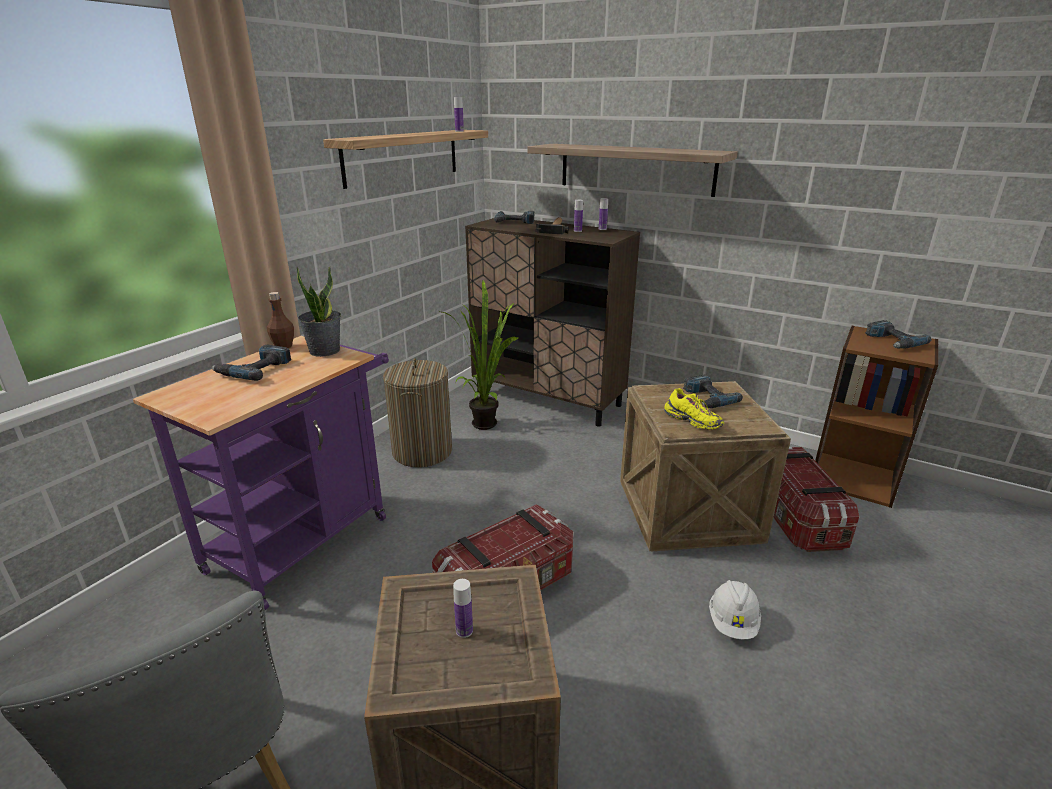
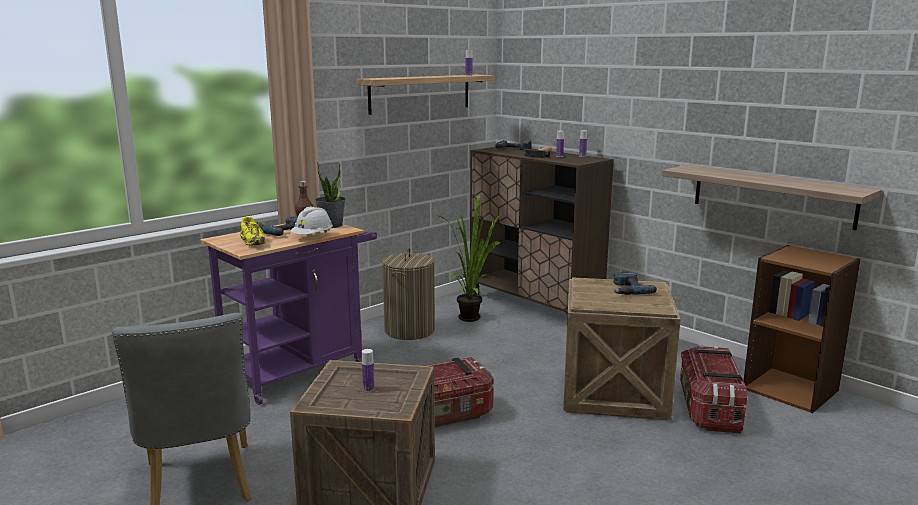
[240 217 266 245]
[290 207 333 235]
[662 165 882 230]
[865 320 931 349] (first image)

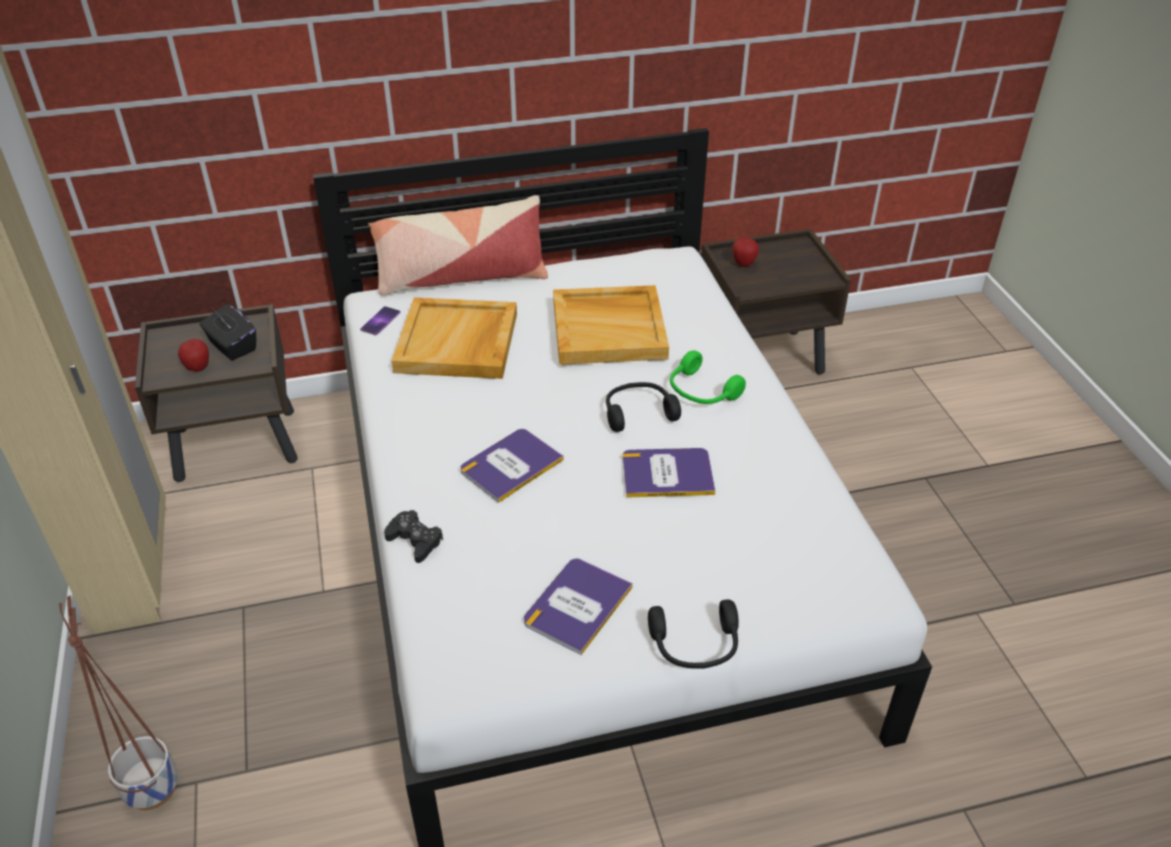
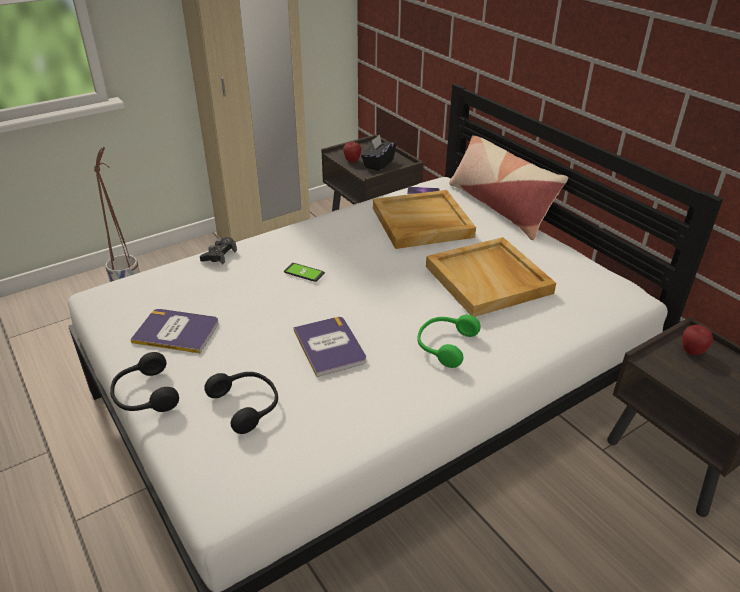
[204 372 278 434]
[284 263 325 282]

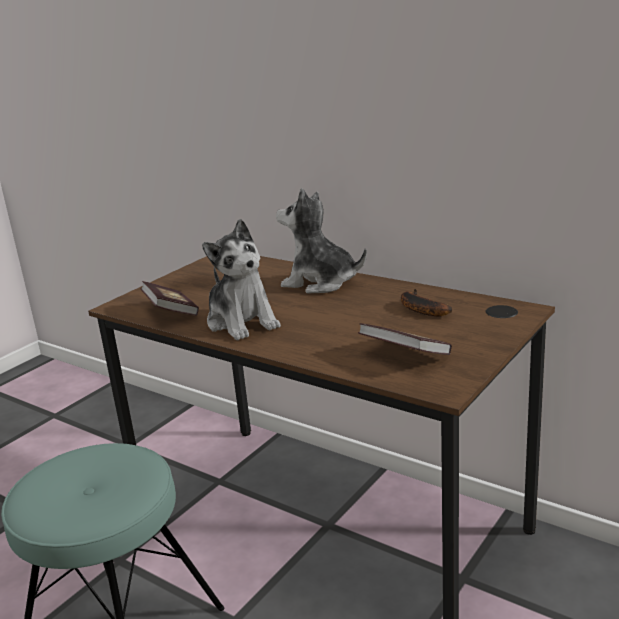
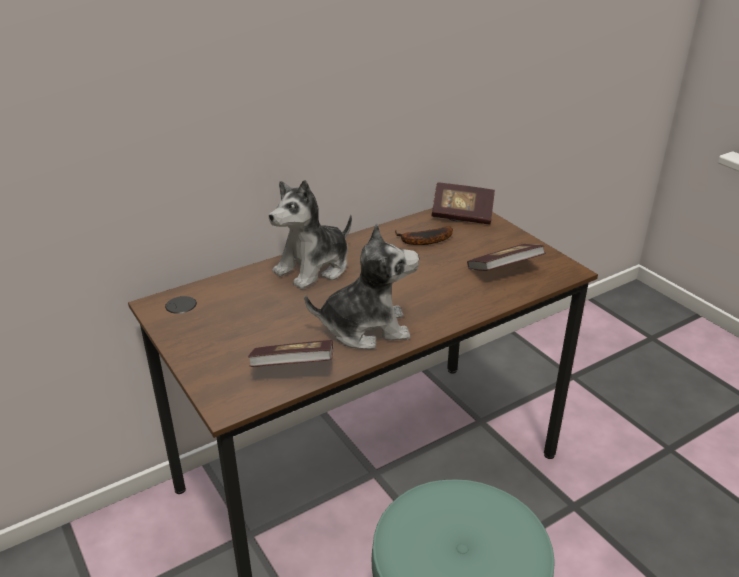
[432 182 495 224]

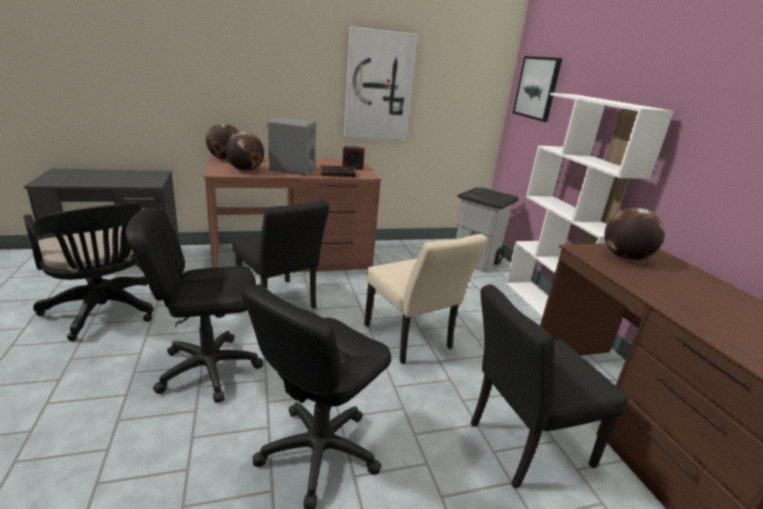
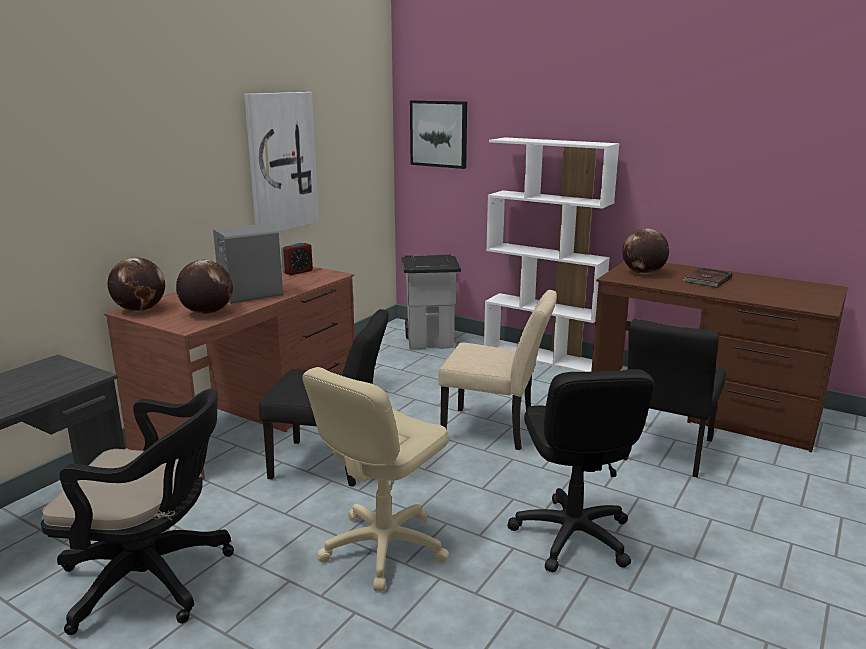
[302 367 449 591]
[683 268 733 288]

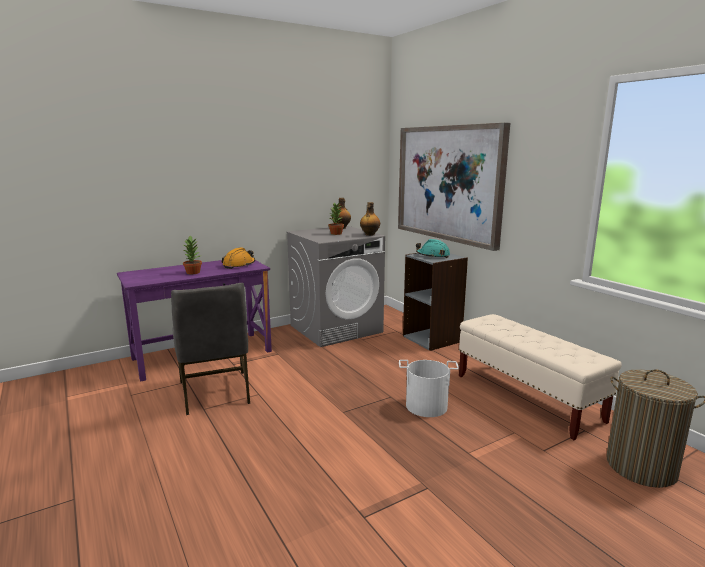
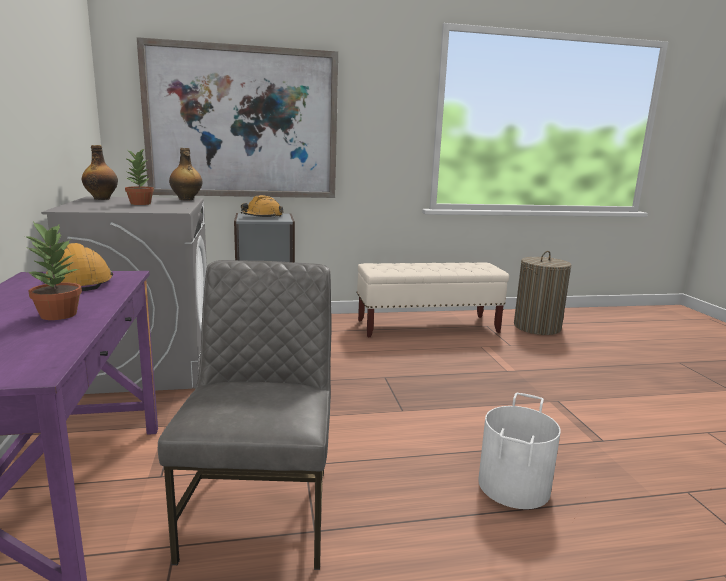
[158 260 331 570]
[241 195 284 218]
[478 393 561 509]

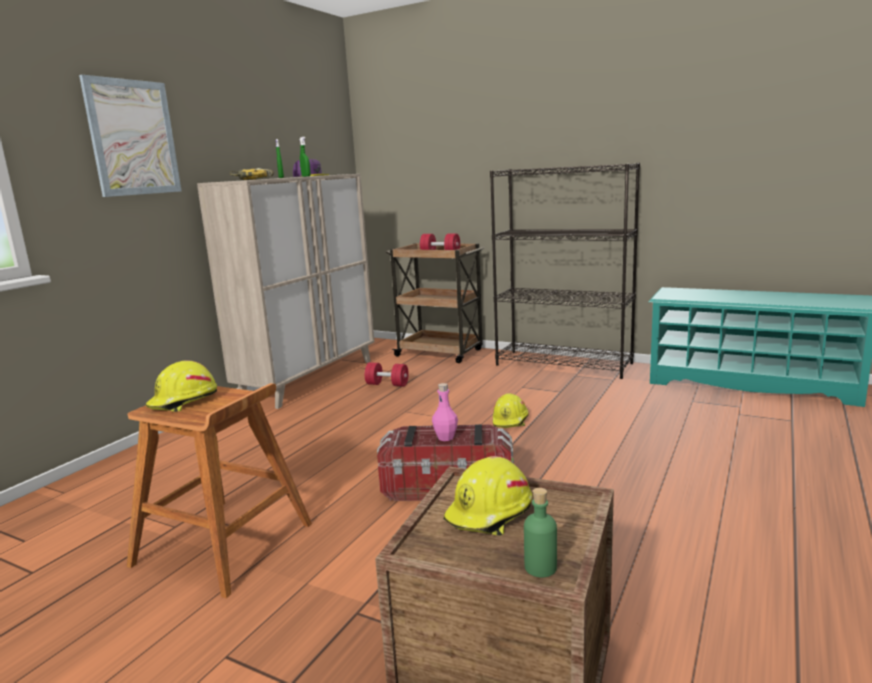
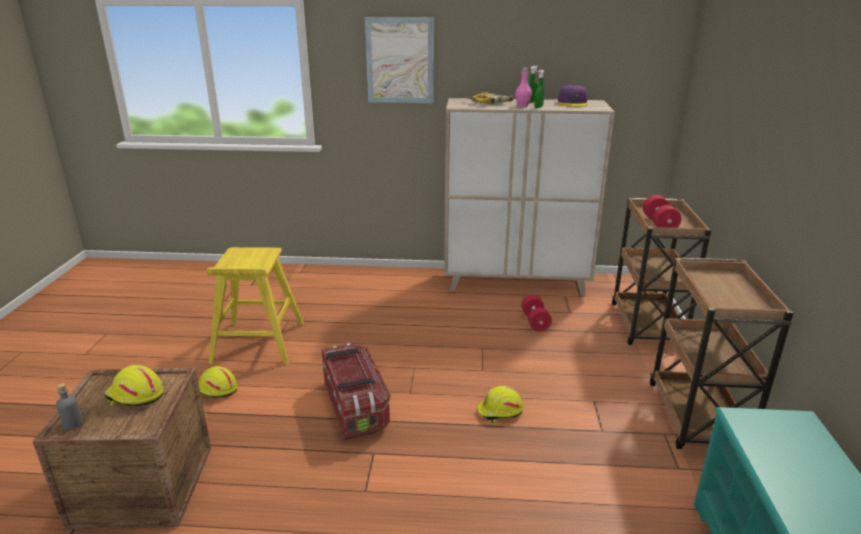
[56 383 83 430]
[198 366 237 398]
[206 247 304 365]
[515 67 532 107]
[650 258 793 449]

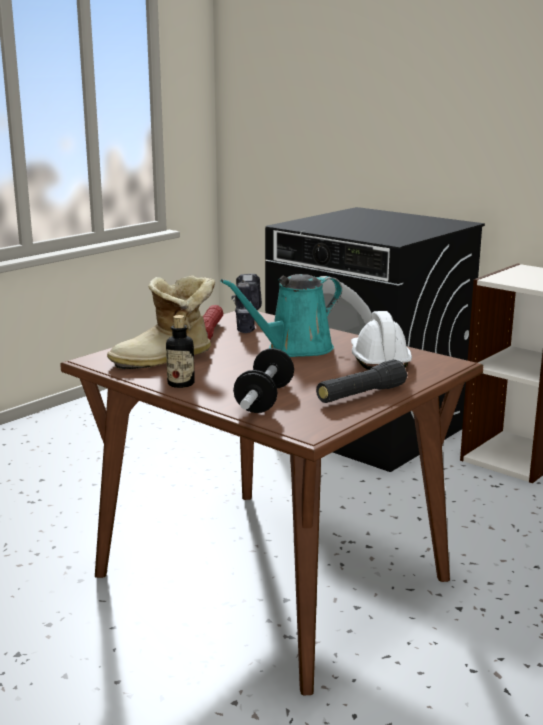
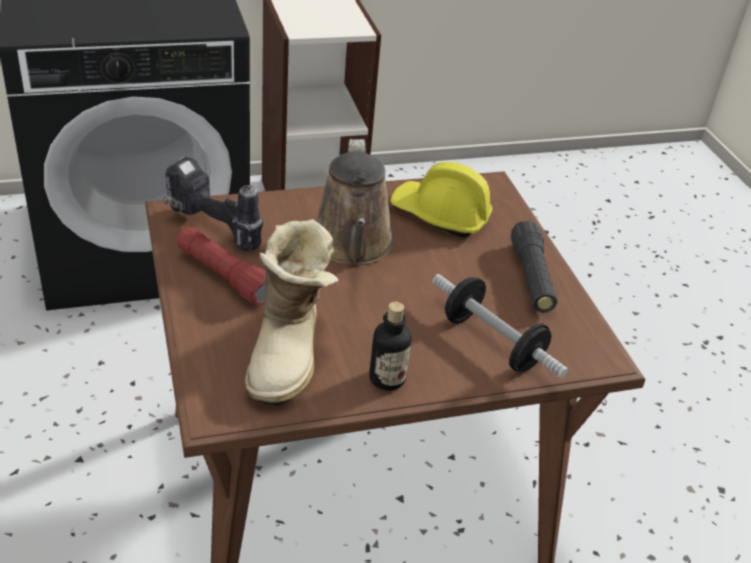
[316 139 394 265]
[390 162 493 238]

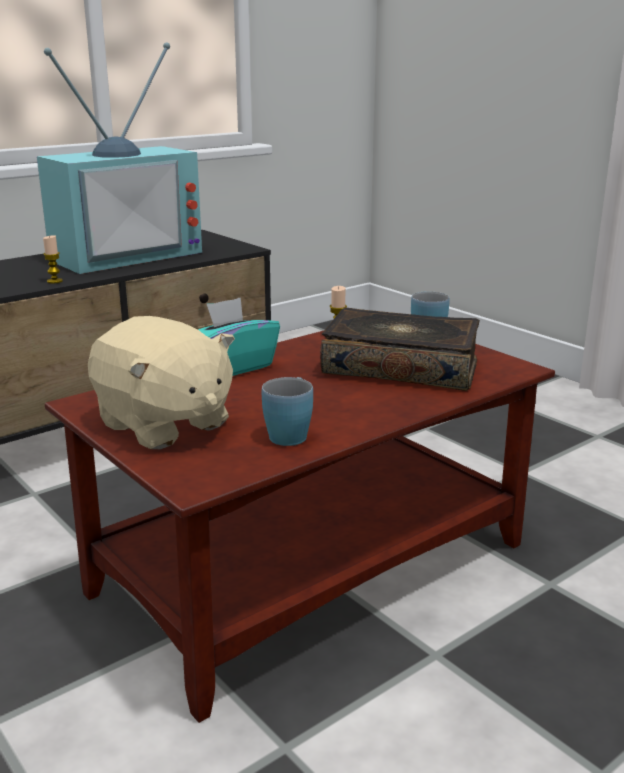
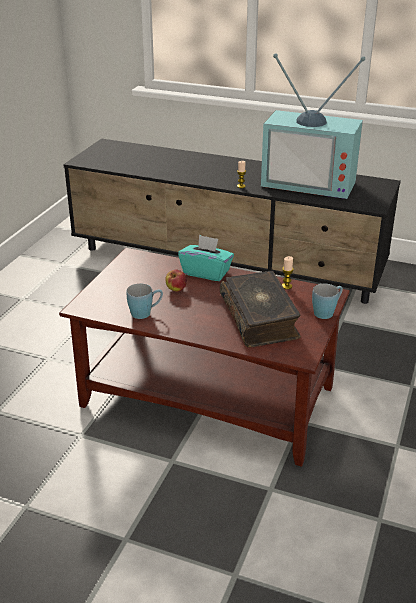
[165 270 187 292]
[88 316 235 449] (first image)

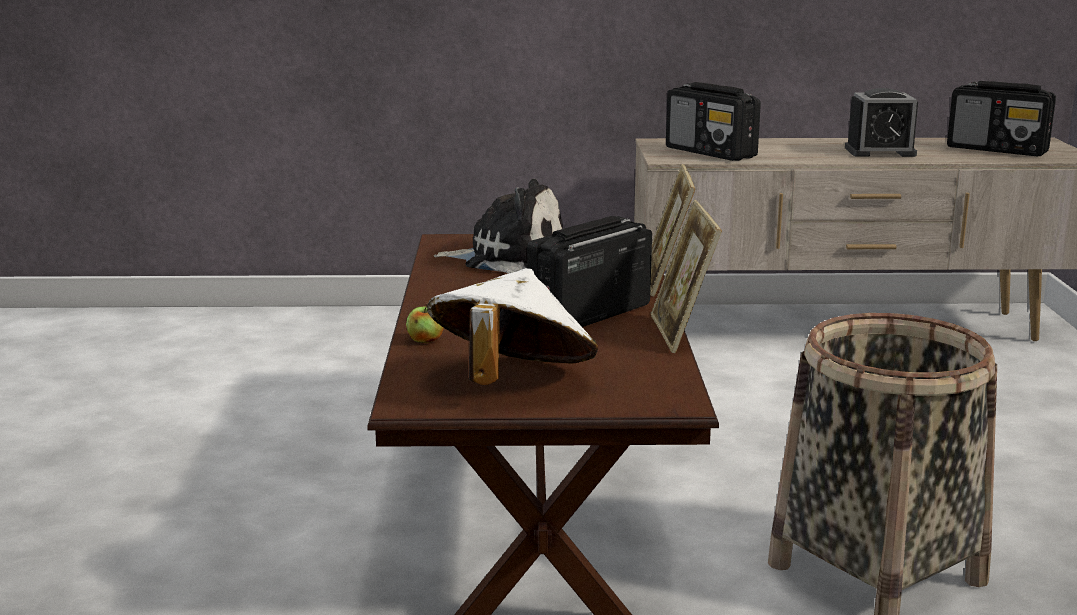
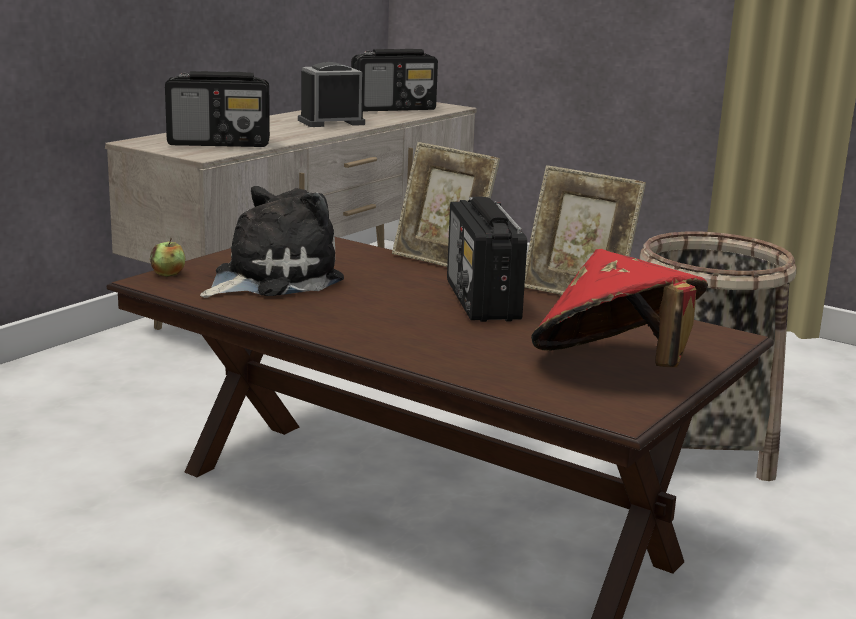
[150 238 185 277]
[298 62 365 127]
[531 249 708 367]

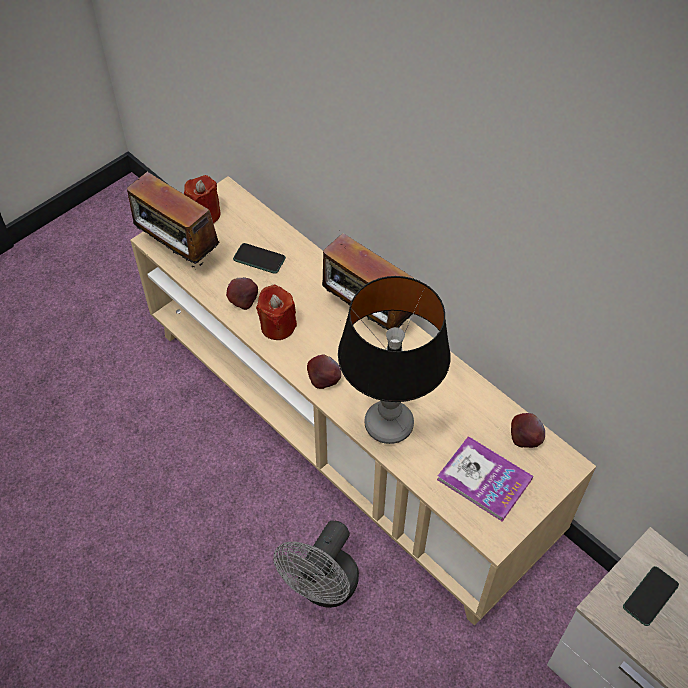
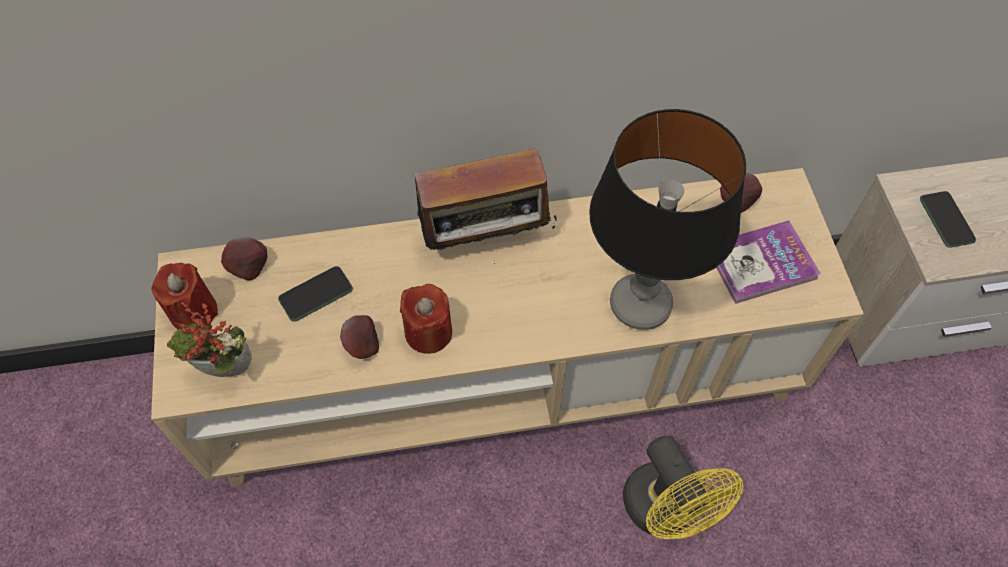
[167 302 252 377]
[221 237 268 280]
[623 435 743 539]

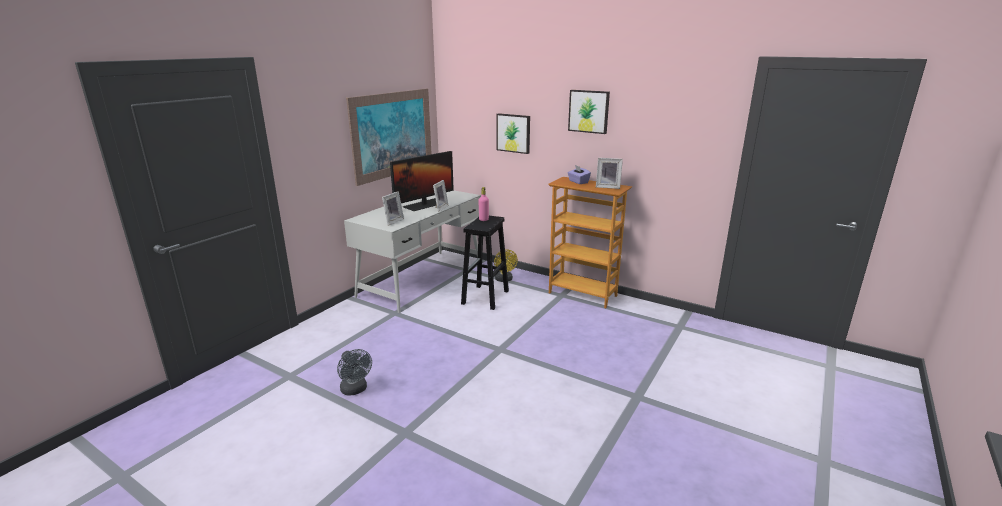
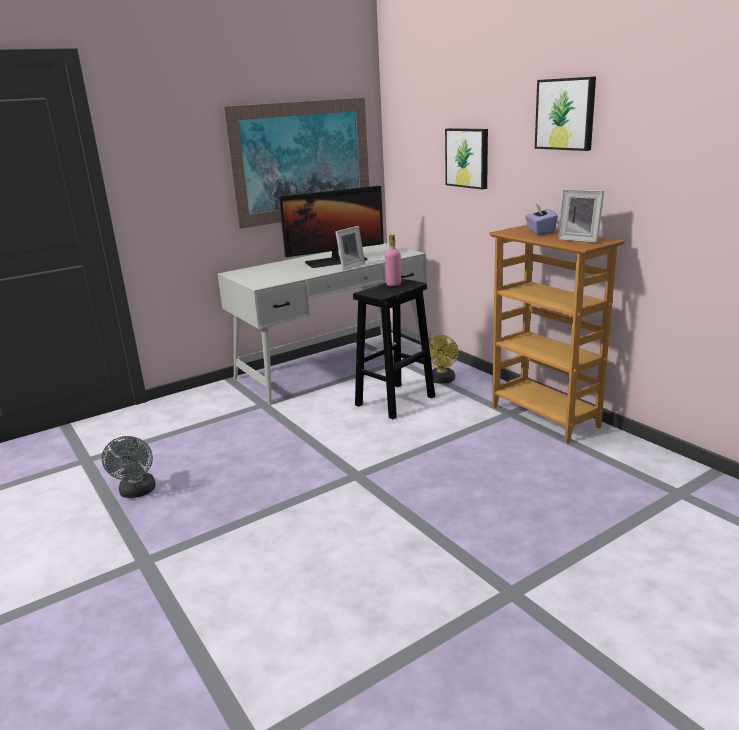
[382 191 404 226] (first image)

